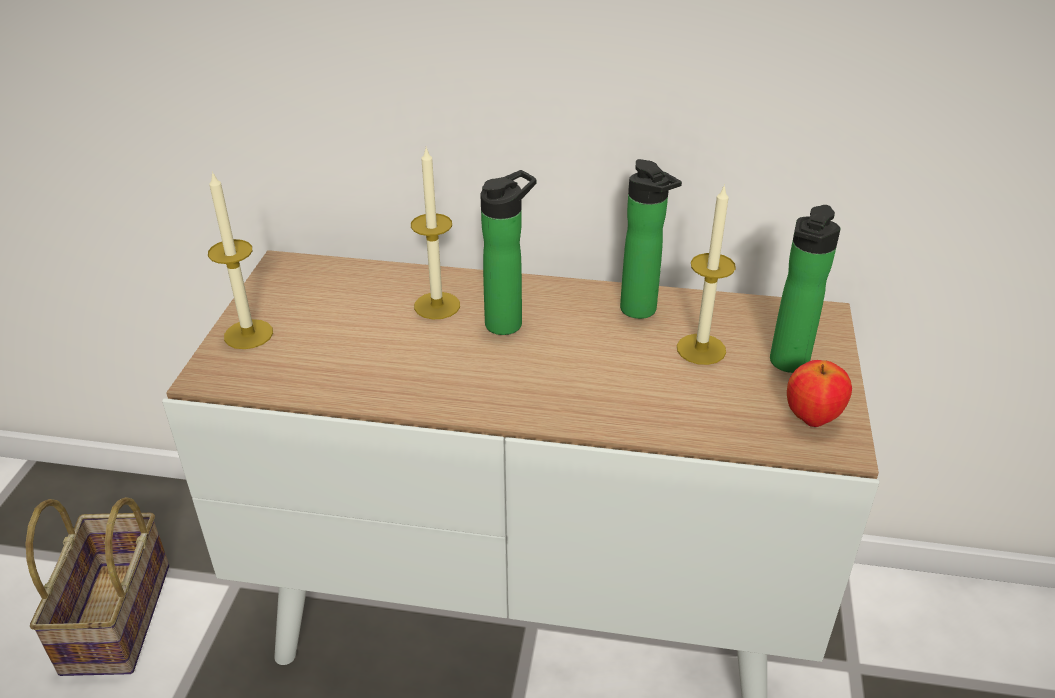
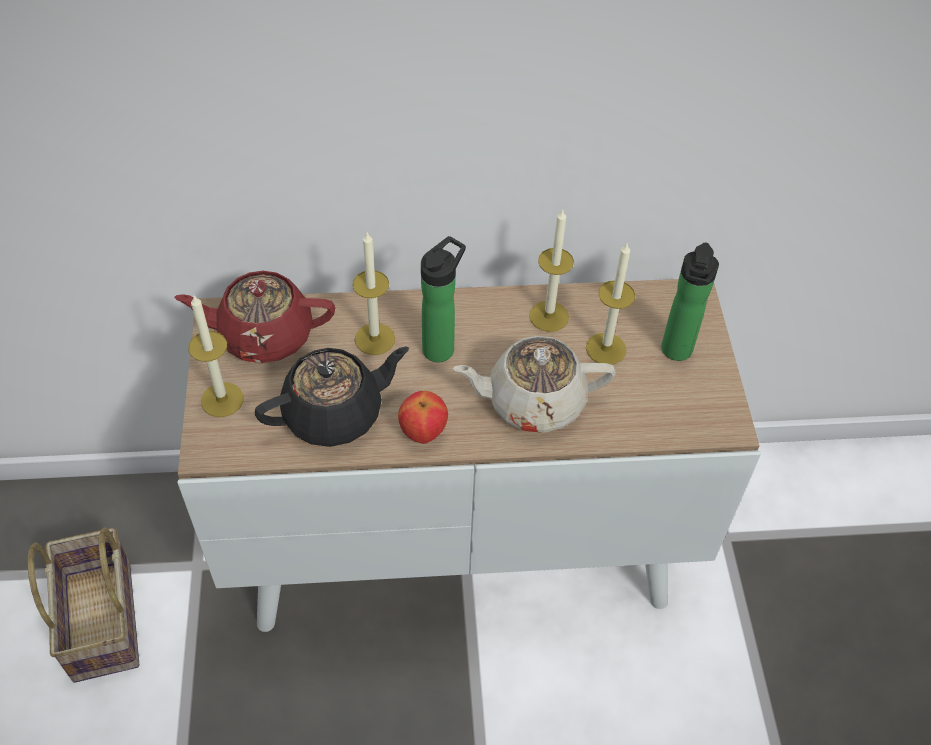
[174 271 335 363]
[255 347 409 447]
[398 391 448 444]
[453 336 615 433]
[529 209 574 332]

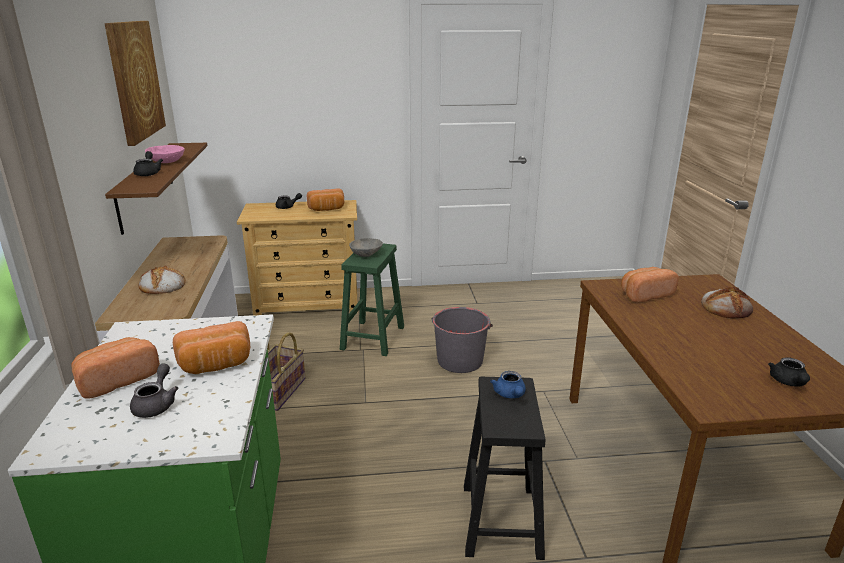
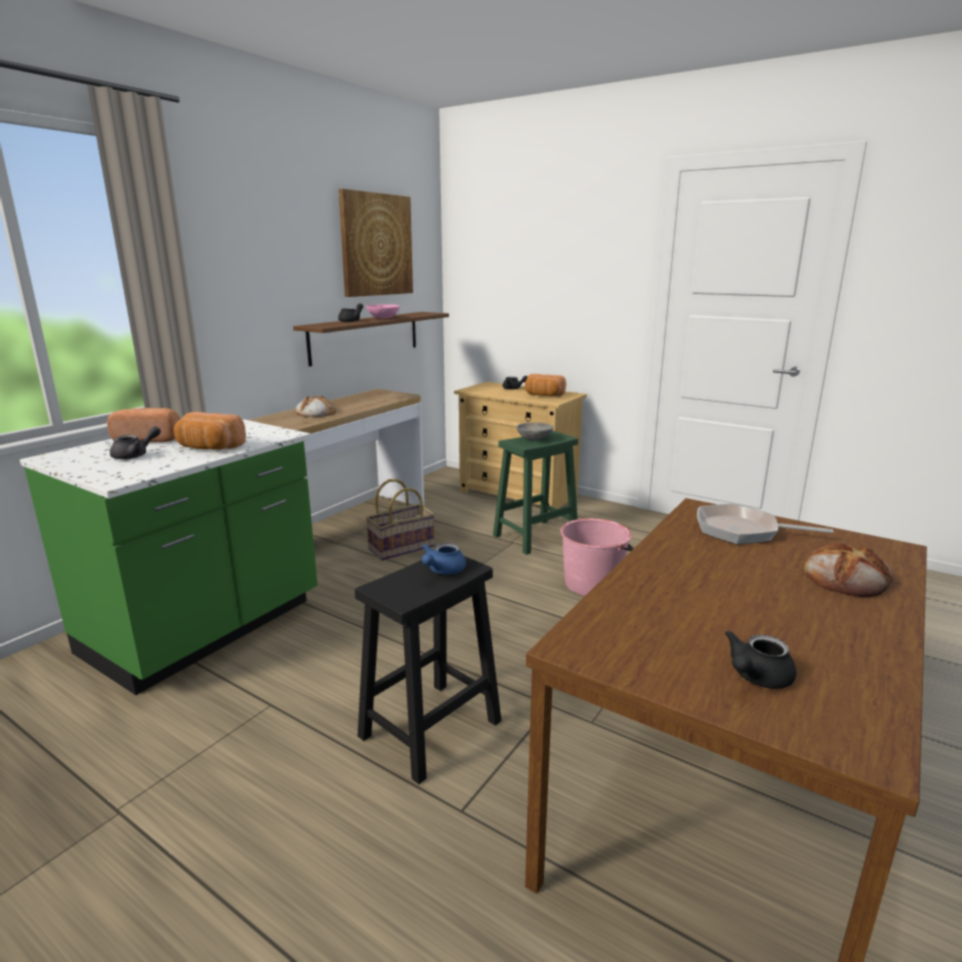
[560 518 633 596]
[697 504 833 544]

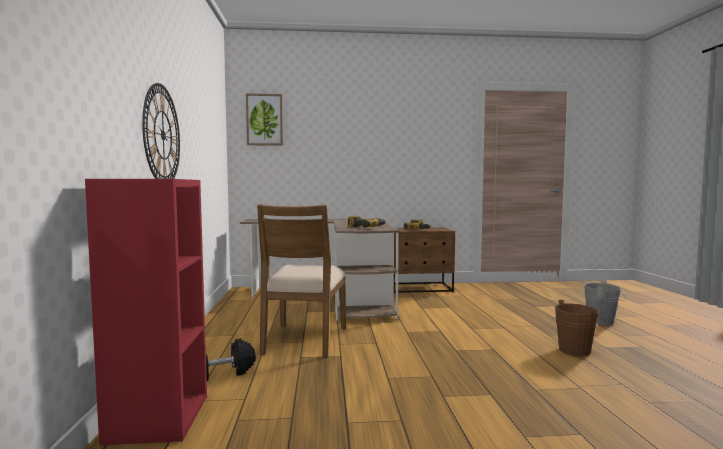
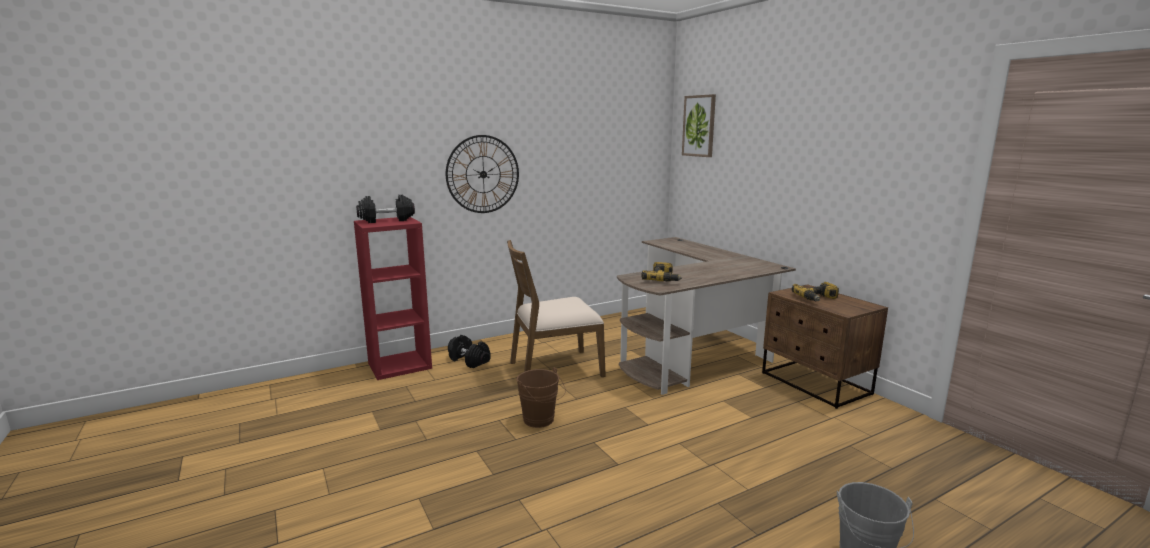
[356 194 415 223]
[516 367 566 428]

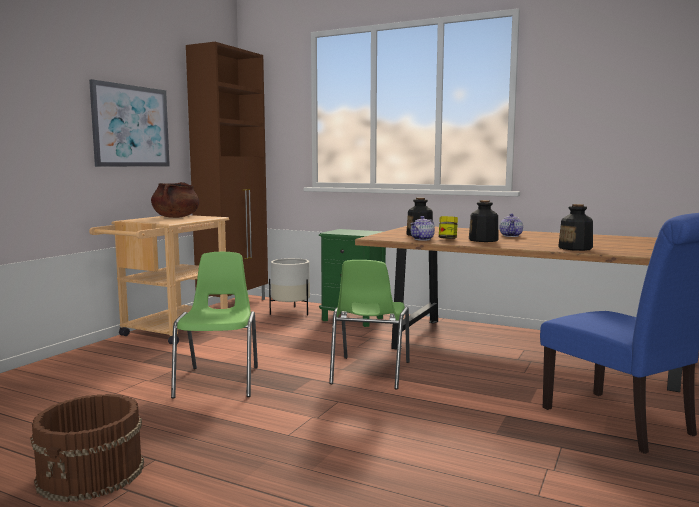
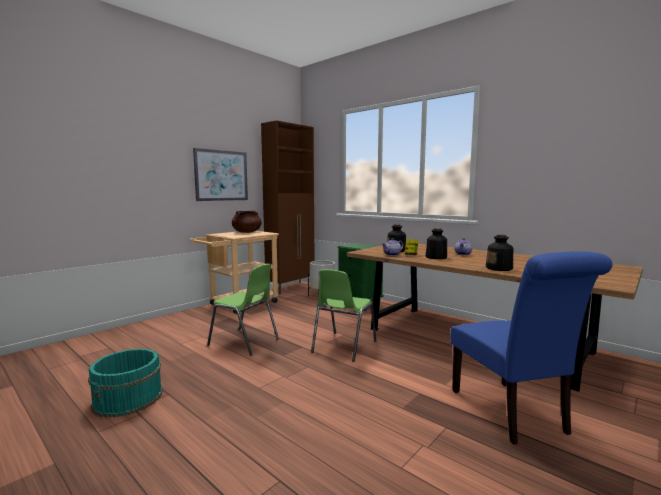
[88 349 163 417]
[207 264 279 356]

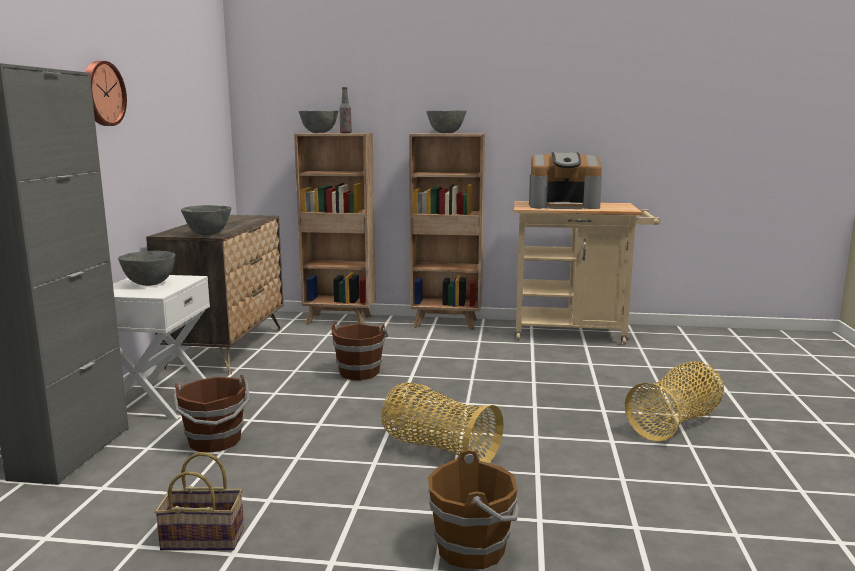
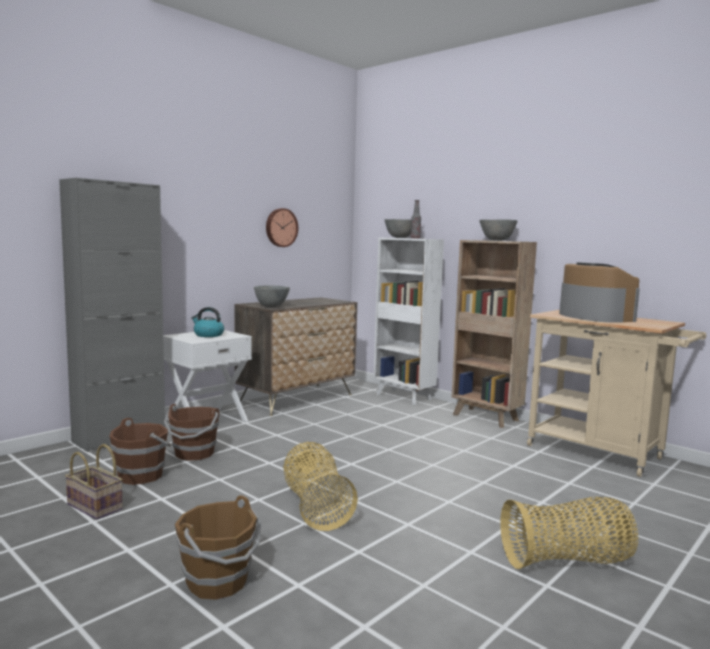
[109 418 171 485]
[191 307 224 337]
[266 208 298 247]
[373 237 444 405]
[559 262 640 323]

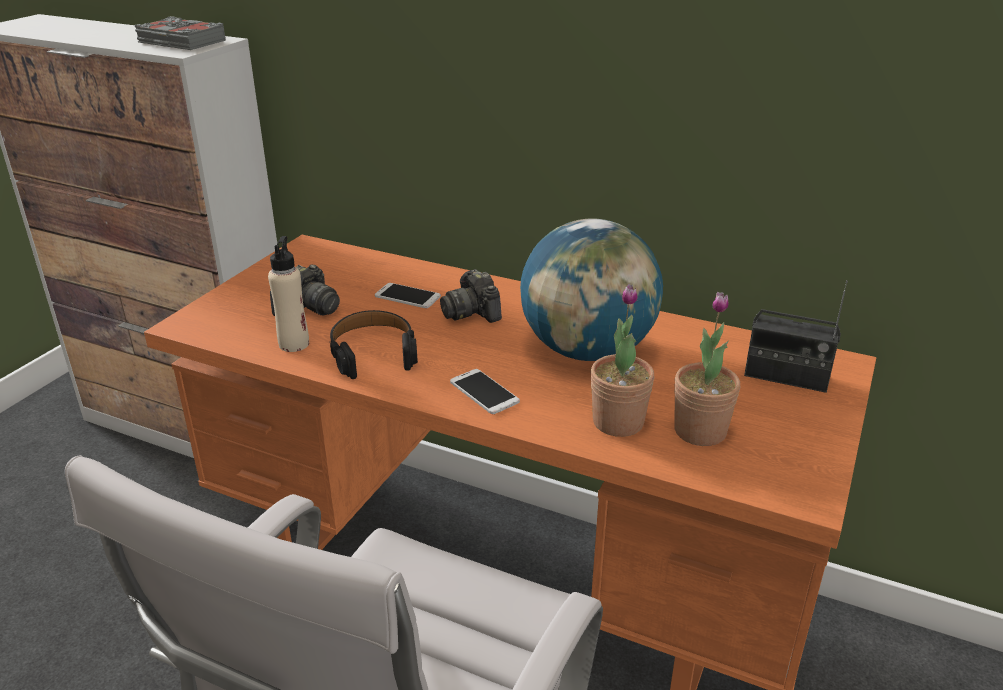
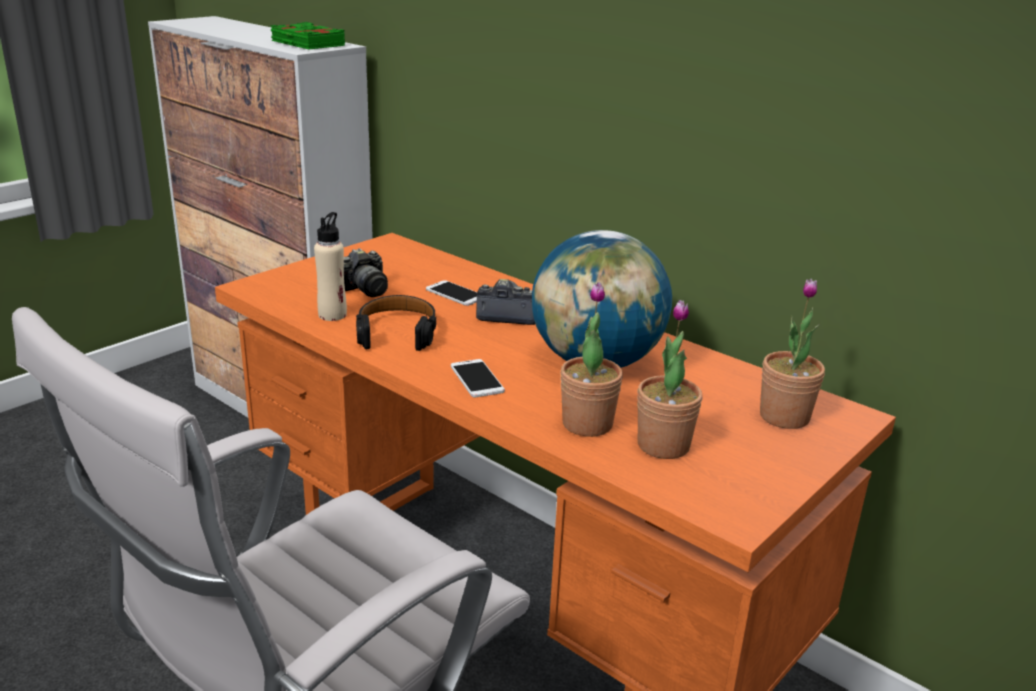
[271 22 345 50]
[476 279 535 325]
[760 279 825 429]

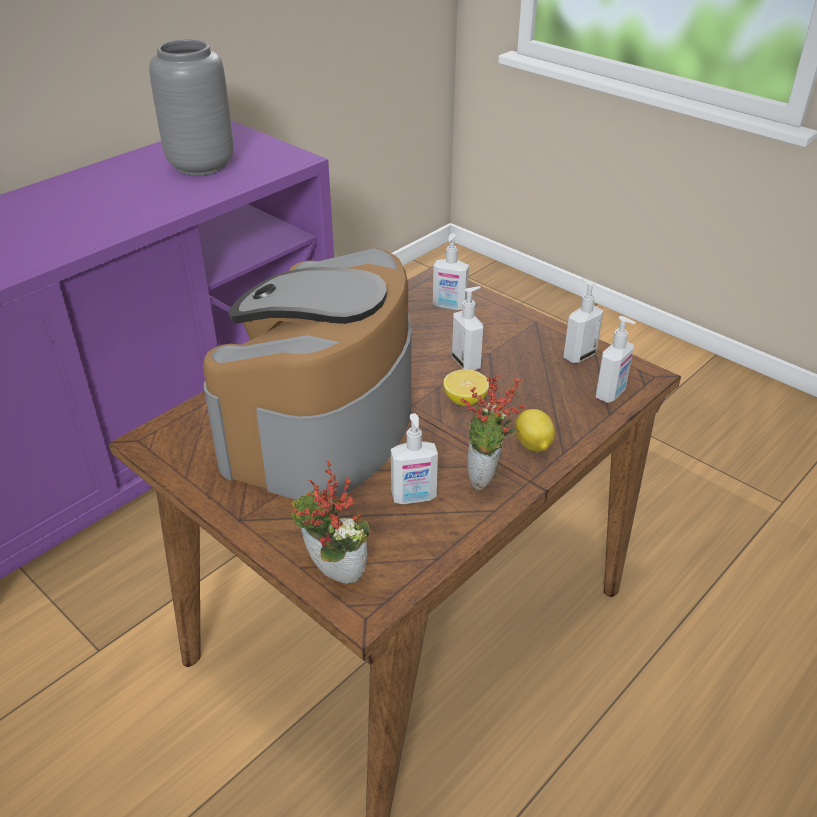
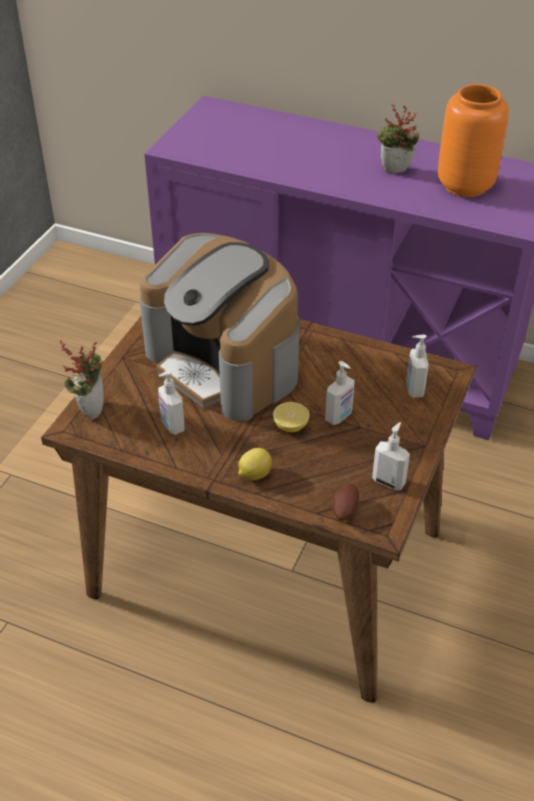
[139 233 300 421]
[333 484 359 521]
[377 104 419 173]
[438 84 509 197]

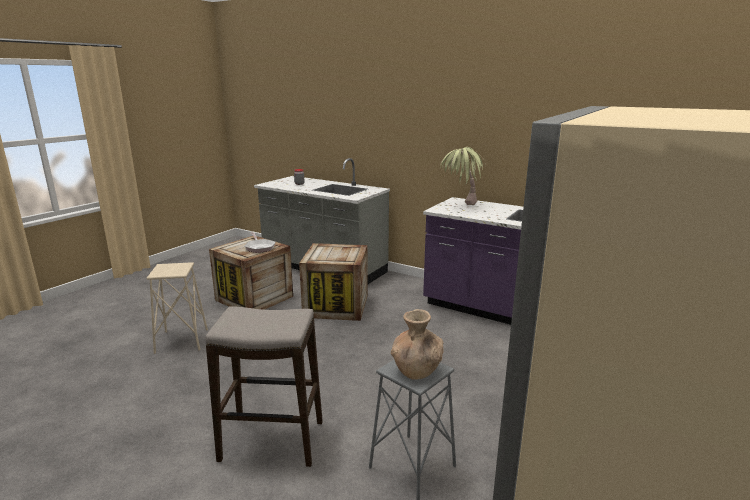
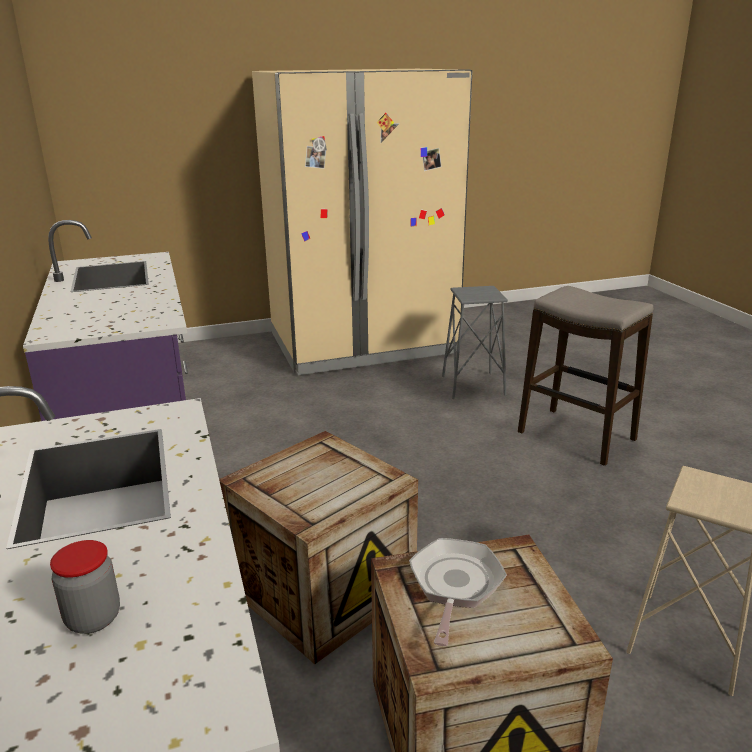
[391 309 444 380] (first image)
[440 147 486 205] (first image)

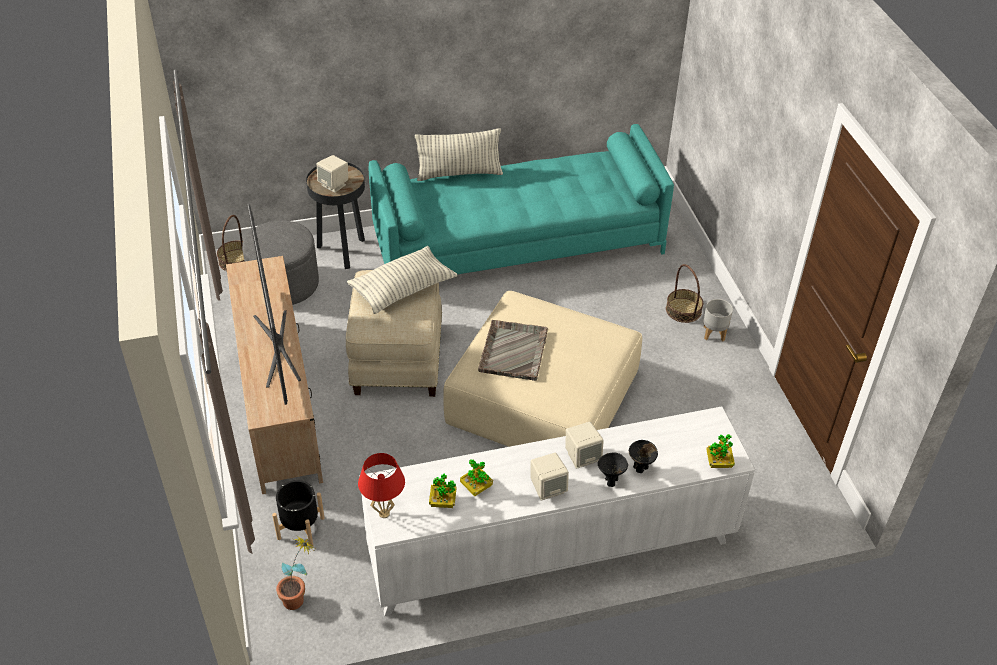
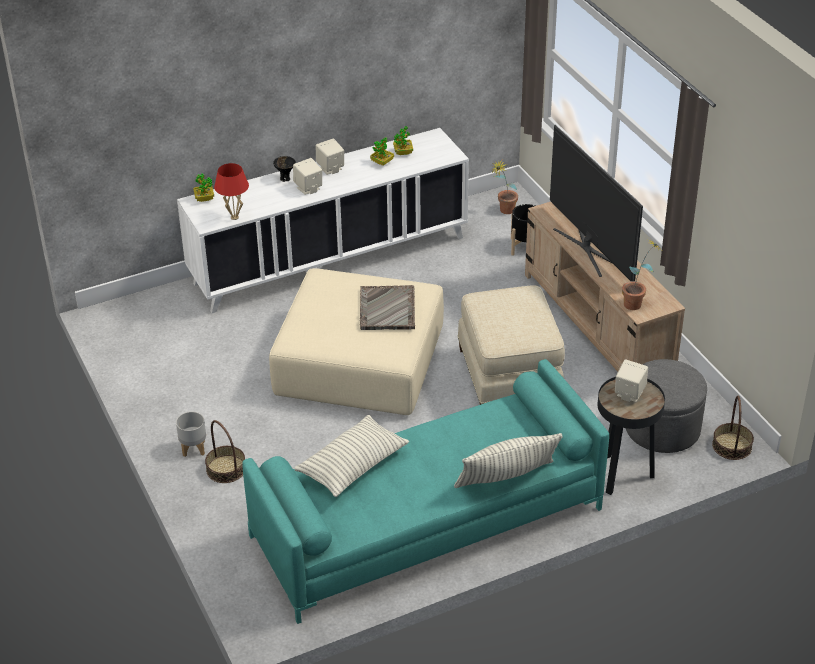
[214 163 249 220]
[294 415 409 497]
[622 239 660 310]
[629 440 658 473] (first image)

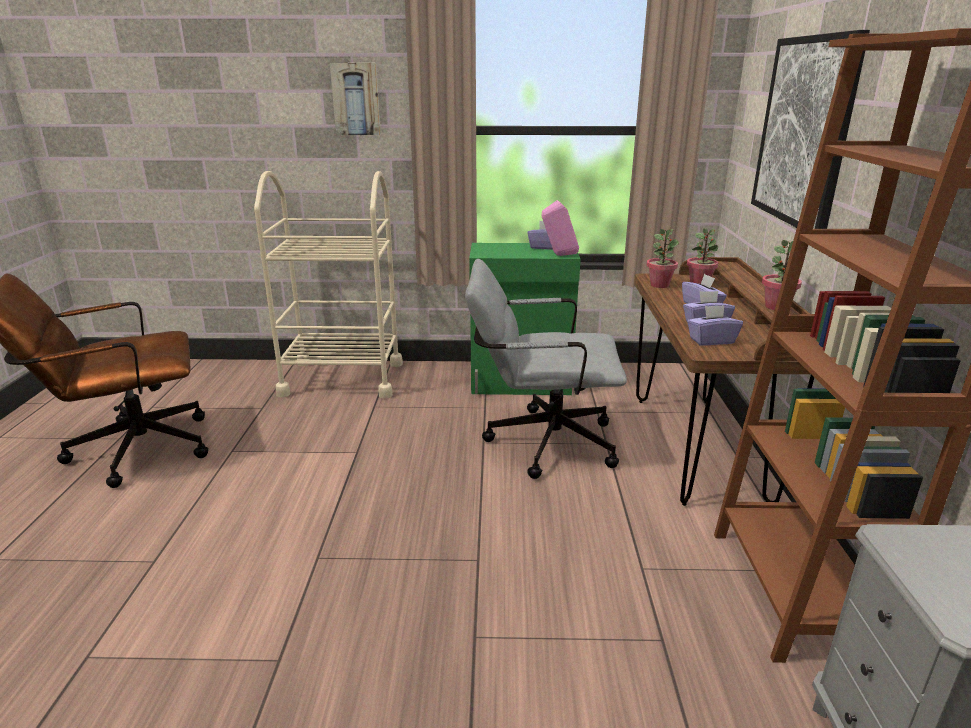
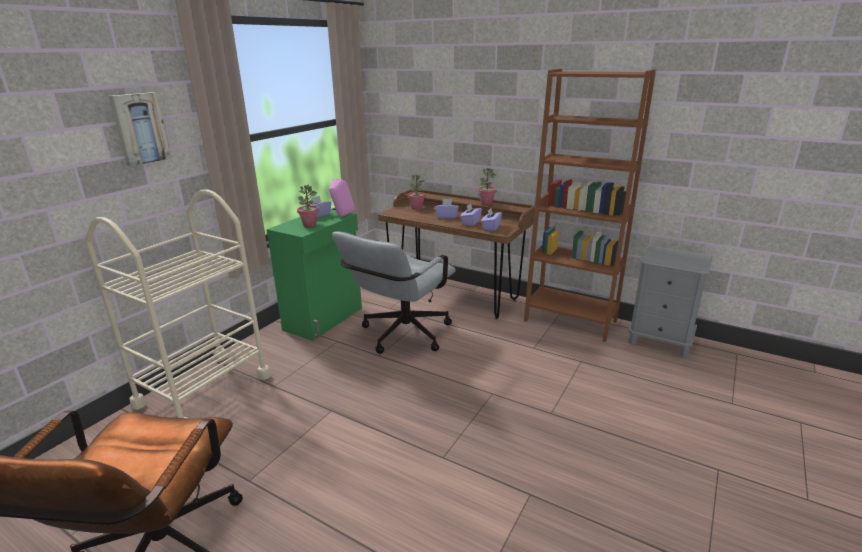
[297 185 319 227]
[751 30 870 229] (first image)

